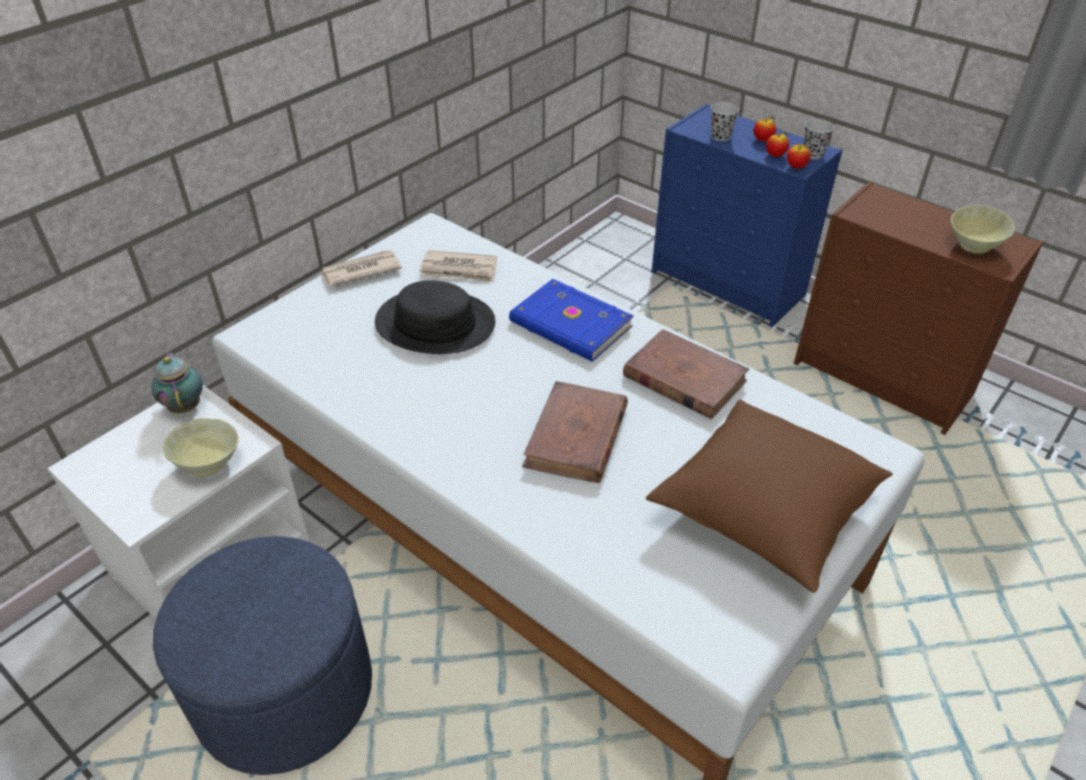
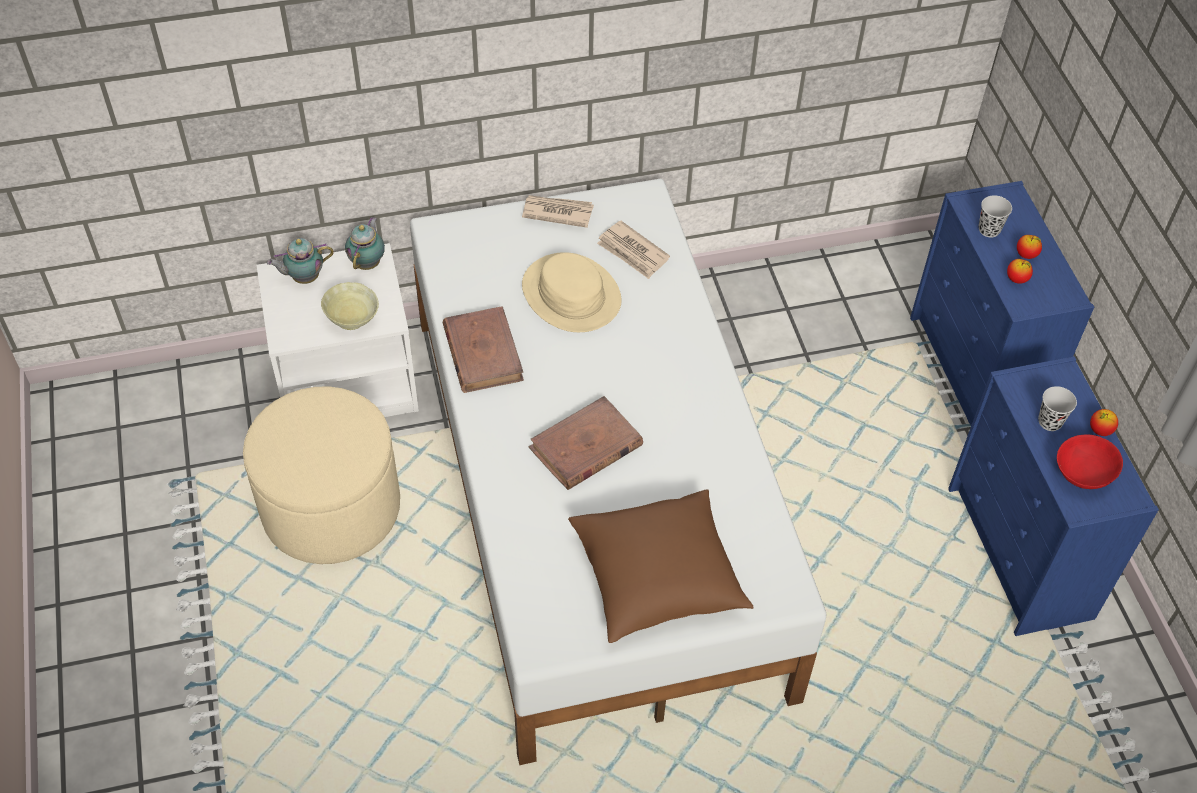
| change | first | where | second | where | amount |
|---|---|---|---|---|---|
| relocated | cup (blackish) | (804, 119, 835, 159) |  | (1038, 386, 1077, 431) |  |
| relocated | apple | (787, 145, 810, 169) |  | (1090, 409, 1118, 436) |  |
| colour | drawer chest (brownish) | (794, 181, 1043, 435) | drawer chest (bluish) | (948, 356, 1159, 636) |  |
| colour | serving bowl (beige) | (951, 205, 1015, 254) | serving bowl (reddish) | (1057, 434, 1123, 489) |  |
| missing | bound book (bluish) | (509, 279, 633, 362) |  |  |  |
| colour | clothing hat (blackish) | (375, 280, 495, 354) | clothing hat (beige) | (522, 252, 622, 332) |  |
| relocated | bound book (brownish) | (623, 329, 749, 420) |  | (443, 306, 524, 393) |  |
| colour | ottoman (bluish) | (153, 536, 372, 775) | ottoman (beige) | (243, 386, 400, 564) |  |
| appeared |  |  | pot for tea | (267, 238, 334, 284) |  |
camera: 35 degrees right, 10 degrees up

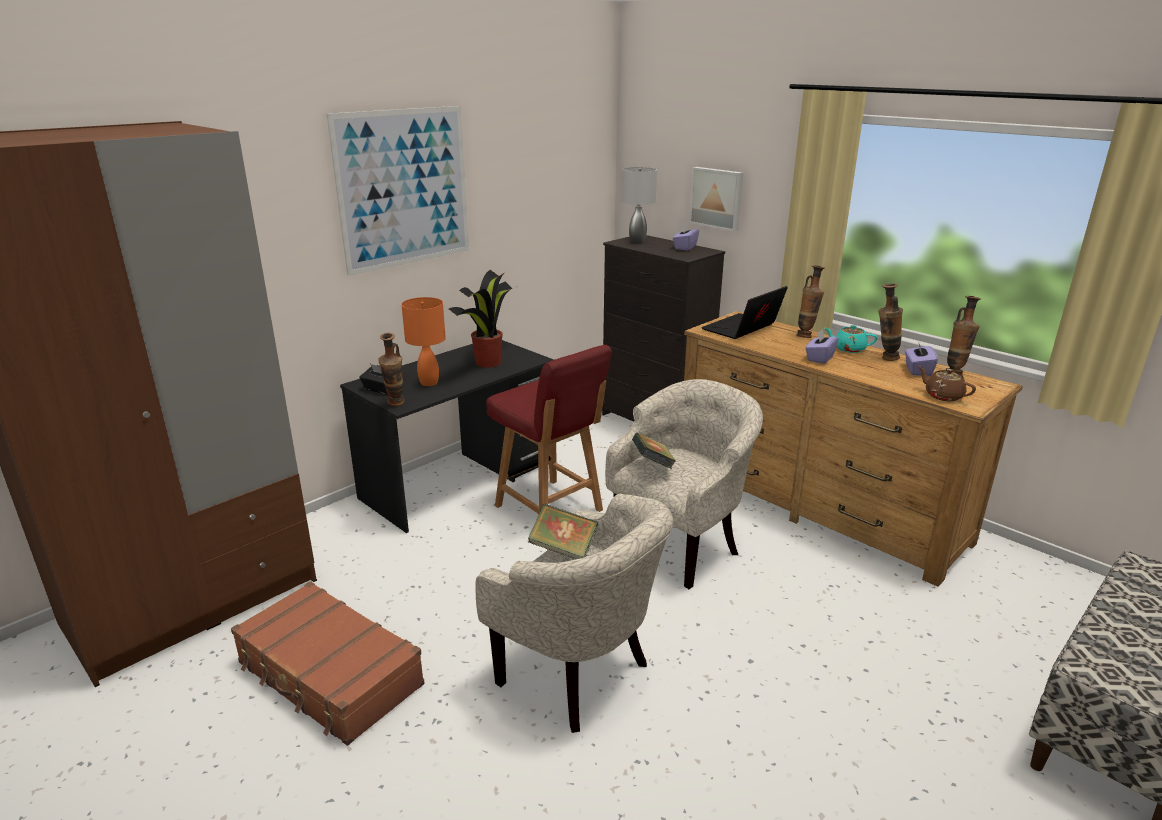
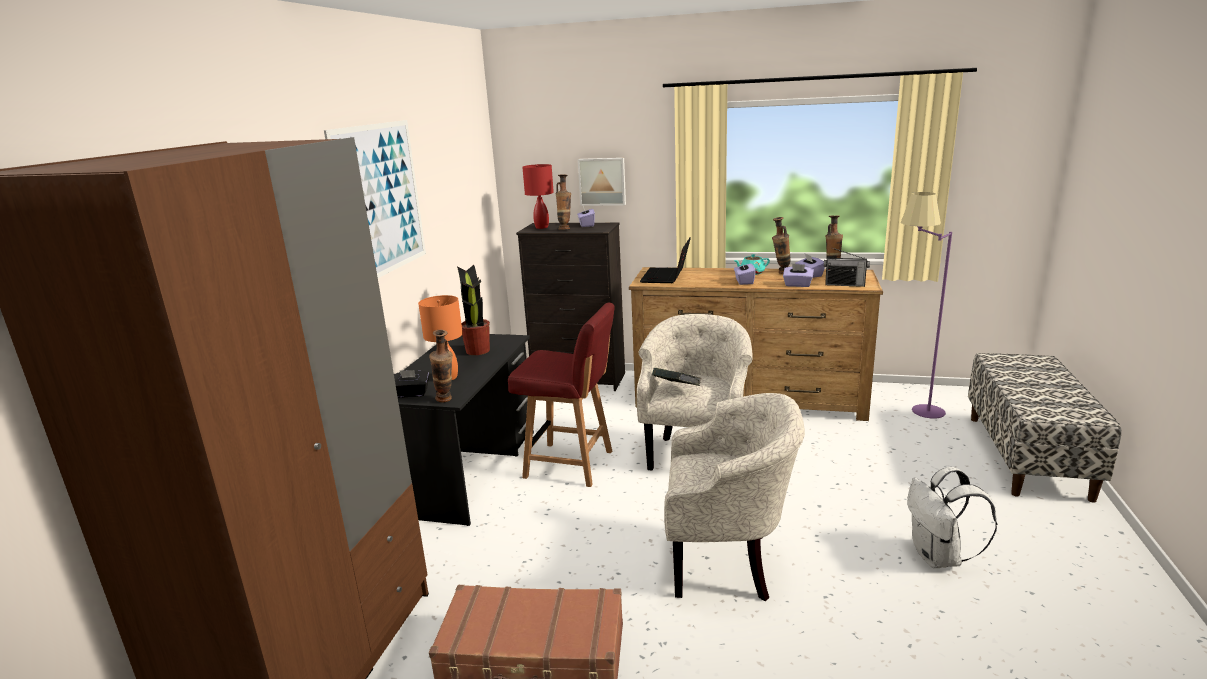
| change | first | where | second | where | amount |
|---|---|---|---|---|---|
| colour | lamp for a table (greyish) | (622, 167, 657, 243) | lamp for a table (reddish) | (522, 164, 554, 229) |  |
| relocated | flower vase | (796, 266, 825, 338) |  | (555, 174, 571, 230) |  |
| exchanged | pot for tea (brownish) | (918, 366, 976, 401) | radio receiver | (824, 248, 870, 287) |  |
| missing | bound book | (528, 504, 598, 559) |  |  |  |
| appeared |  |  | standard lamp (purple-coloured) | (901, 192, 952, 418) |  |
| appeared |  |  | tissue holder (purple-coloured) | (783, 264, 814, 287) |  |
| appeared |  |  | backpack (whitish) | (907, 467, 997, 568) |  |
camera: 30 degrees left, 5 degrees down

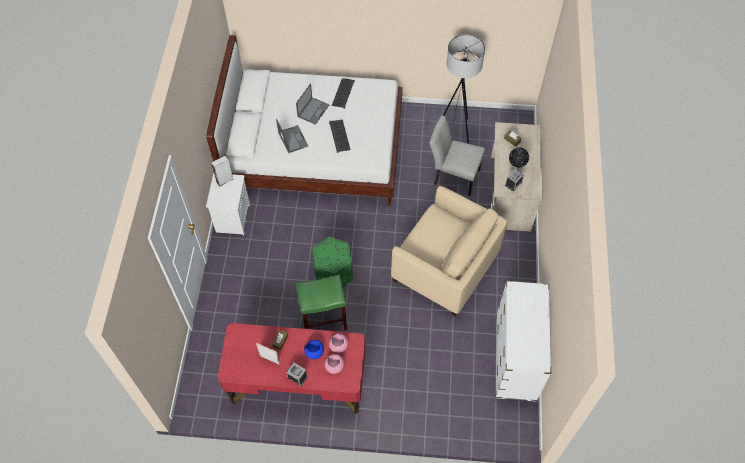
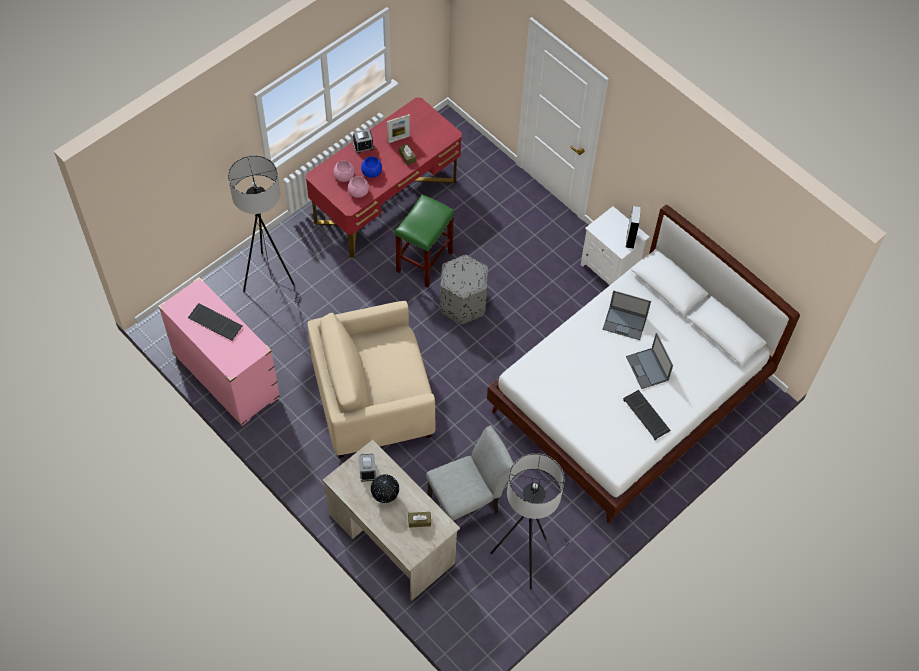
| change | first | where | second | where | amount |
|---|---|---|---|---|---|
| relocated | keyboard | (329, 120, 351, 153) |  | (188, 303, 243, 341) |  |
| colour | ottoman (green-coloured) | (312, 237, 353, 287) | ottoman (greyish) | (440, 255, 488, 324) |  |
| colour | drawer chest (whitish) | (496, 281, 551, 401) | drawer chest (pink-coloured) | (158, 277, 280, 426) |  |
| appeared |  |  | standard lamp (greyish) | (228, 155, 302, 303) |  |
camera: 130 degrees right, 0 degrees up

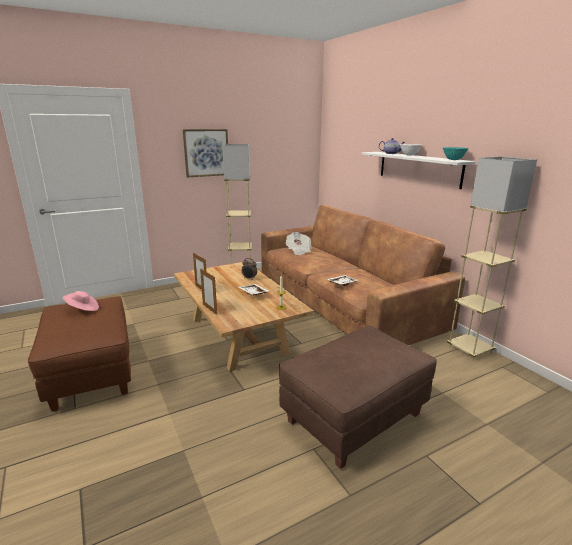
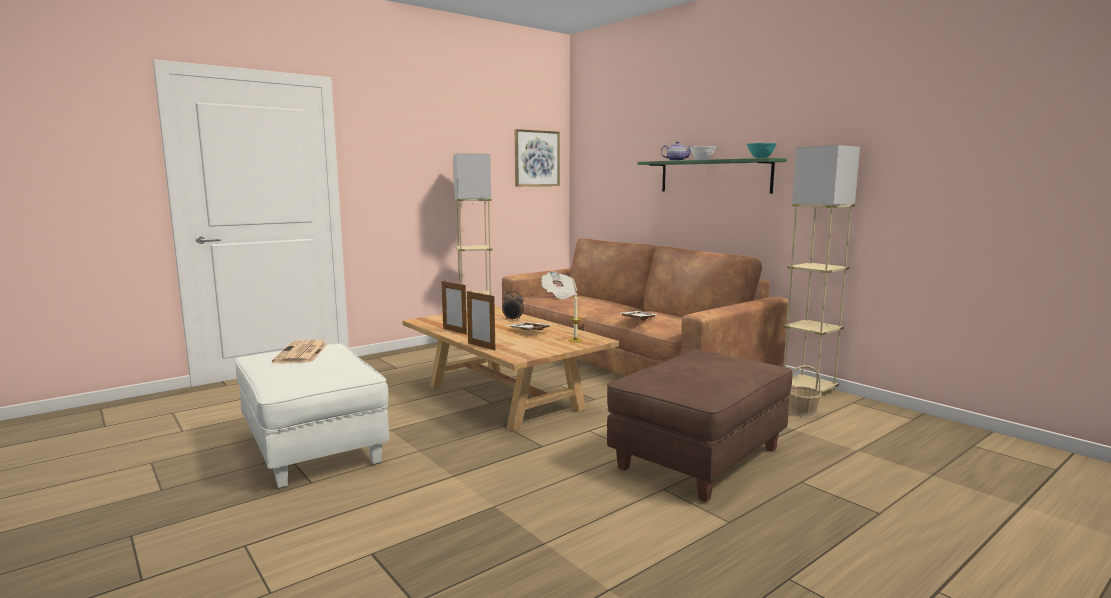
| change | first | where | second | where | amount |
|---|---|---|---|---|---|
| relocated | wall art | (183, 129, 228, 178) |  | (515, 129, 560, 186) |  |
| colour | shelf (whitish) | (362, 152, 475, 189) | shelf (green-coloured) | (638, 158, 787, 194) |  |
| exchanged | clothing hat (pink-coloured) | (62, 291, 99, 311) | daily paper | (272, 340, 328, 364) |  |
| colour | ottoman (brownish) | (28, 296, 131, 411) | ottoman (whitish) | (235, 344, 389, 488) |  |
| appeared |  |  | household basket | (788, 365, 822, 418) |  |
camera: 10 degrees left, 10 degrees down

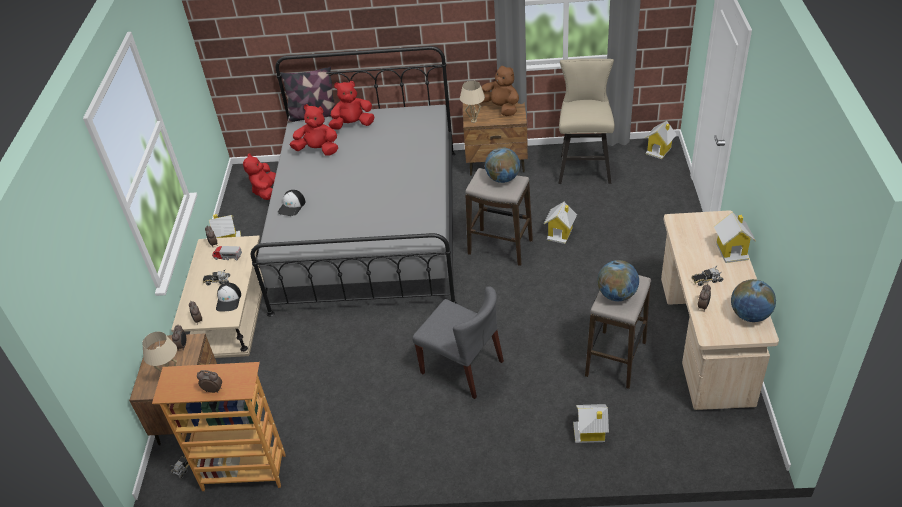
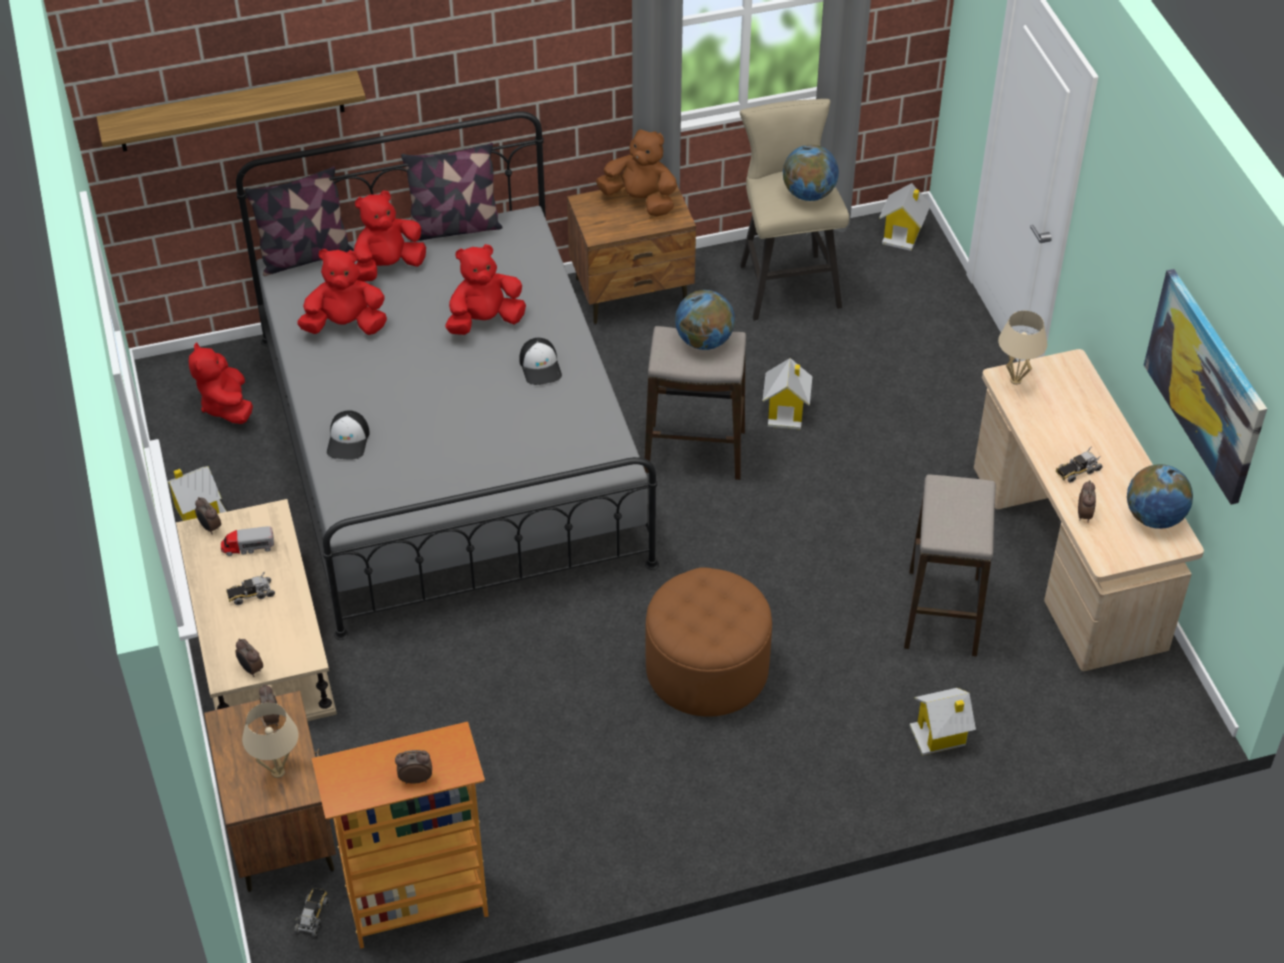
| change | first | where | second | where | amount |
|---|---|---|---|---|---|
| relocated | lamp for a table (beige) | (460, 81, 485, 123) |  | (998, 311, 1047, 385) |  |
| missing | toy house | (714, 212, 756, 263) |  |  |  |
| relocated | globe | (597, 260, 639, 301) |  | (783, 145, 839, 201) |  |
| relocated | cap | (216, 283, 241, 311) |  | (519, 338, 562, 385) |  |
| exchanged | plain chair (greyish) | (412, 286, 504, 399) | ottoman (brownish) | (646, 567, 772, 717) |  |
| appeared |  |  | shelf | (97, 70, 366, 152) |  |
| appeared |  |  | pillow | (401, 143, 503, 242) |  |
| appeared |  |  | cuddly toy (reddish) | (445, 244, 526, 335) |  |
| appeared |  |  | wall art | (1144, 269, 1267, 505) |  |
camera: 20 degrees left, 5 degrees up

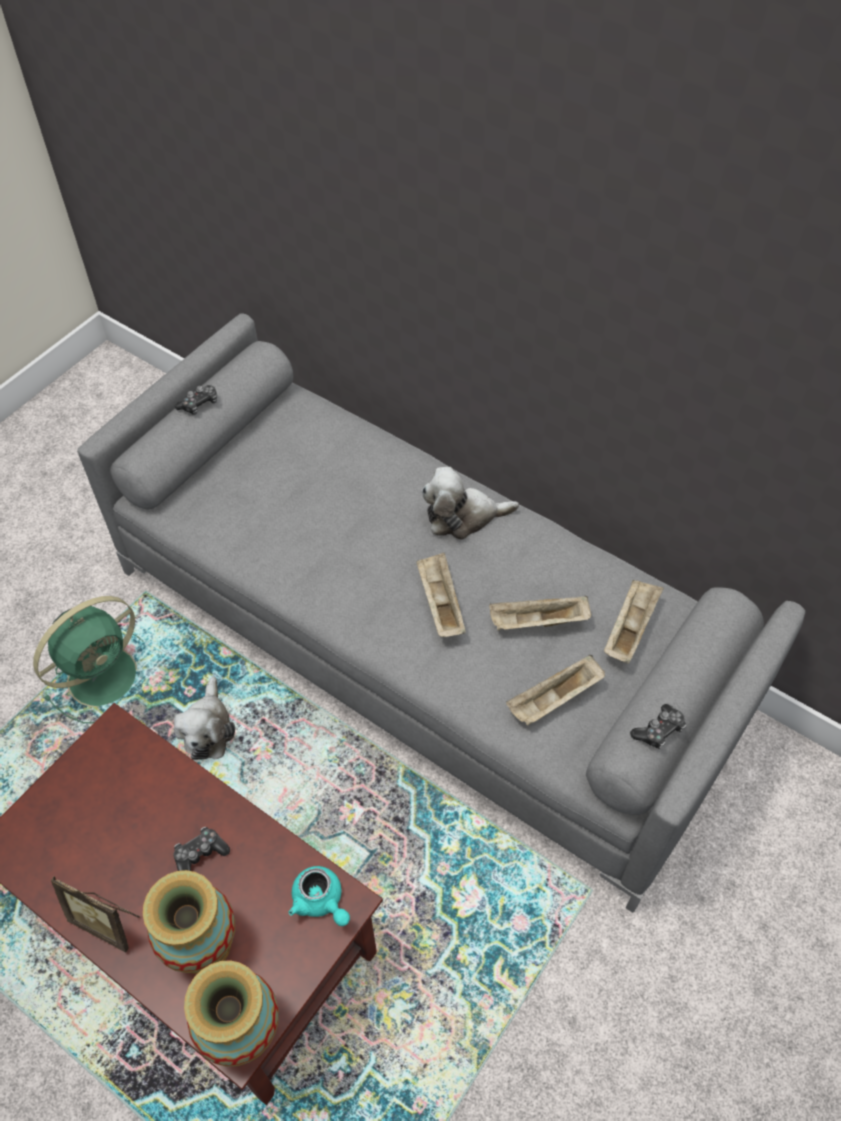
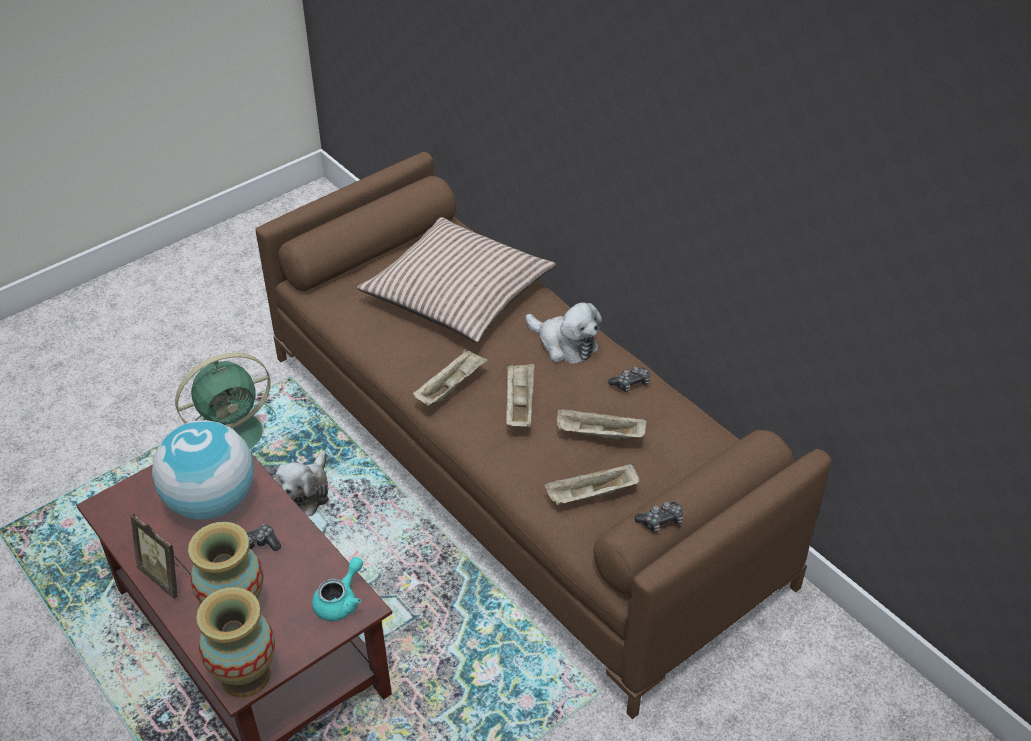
| change | first | where | second | where | amount |
|---|---|---|---|---|---|
| colour | couch (greyish) | (77, 313, 805, 913) | couch (brownish) | (256, 152, 831, 719) |  |
| relocated | game controller | (175, 385, 217, 415) |  | (608, 366, 650, 392) |  |
| spun | cuddly toy | (422, 467, 519, 540) |  | (526, 302, 602, 364) | 150 degrees counterclockwise |
| relocated | serving tray (beige) | (604, 579, 664, 664) |  | (413, 349, 488, 406) |  |
| spun | pot for tea (turquoise-coloured) | (289, 866, 350, 926) |  | (312, 557, 363, 621) | 120 degrees counterclockwise |
| appeared |  |  | pillow | (357, 217, 556, 343) |  |
| appeared |  |  | globe | (152, 420, 254, 520) |  |
camera: 15 degrees right, 10 degrees down

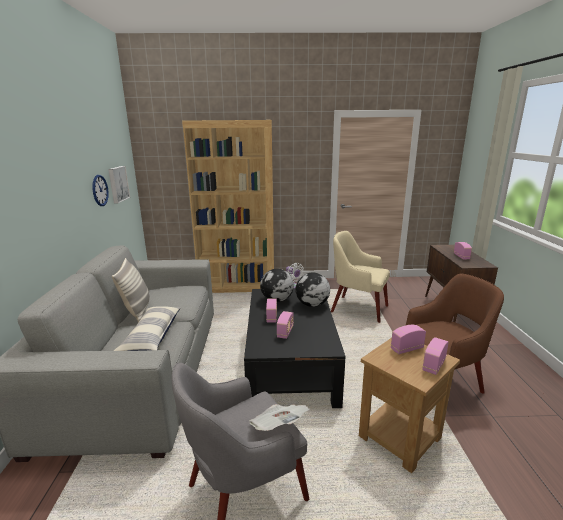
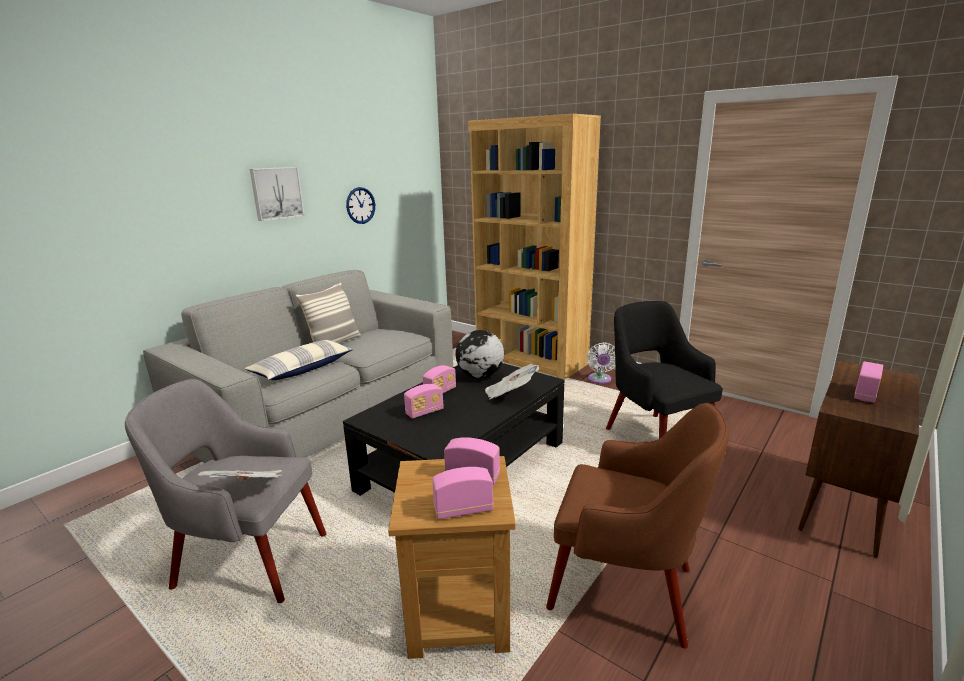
| change | first | where | second | where | amount |
|---|---|---|---|---|---|
| relocated | wall art | (108, 166, 130, 204) |  | (250, 167, 304, 221) |  |
| colour | easy chair (beige) | (331, 231, 390, 323) | easy chair (blackish) | (606, 301, 723, 439) |  |
| exchanged | globe | (295, 272, 330, 307) | daily paper | (485, 364, 539, 399) |  |
camera: 40 degrees right, 0 degrees up

